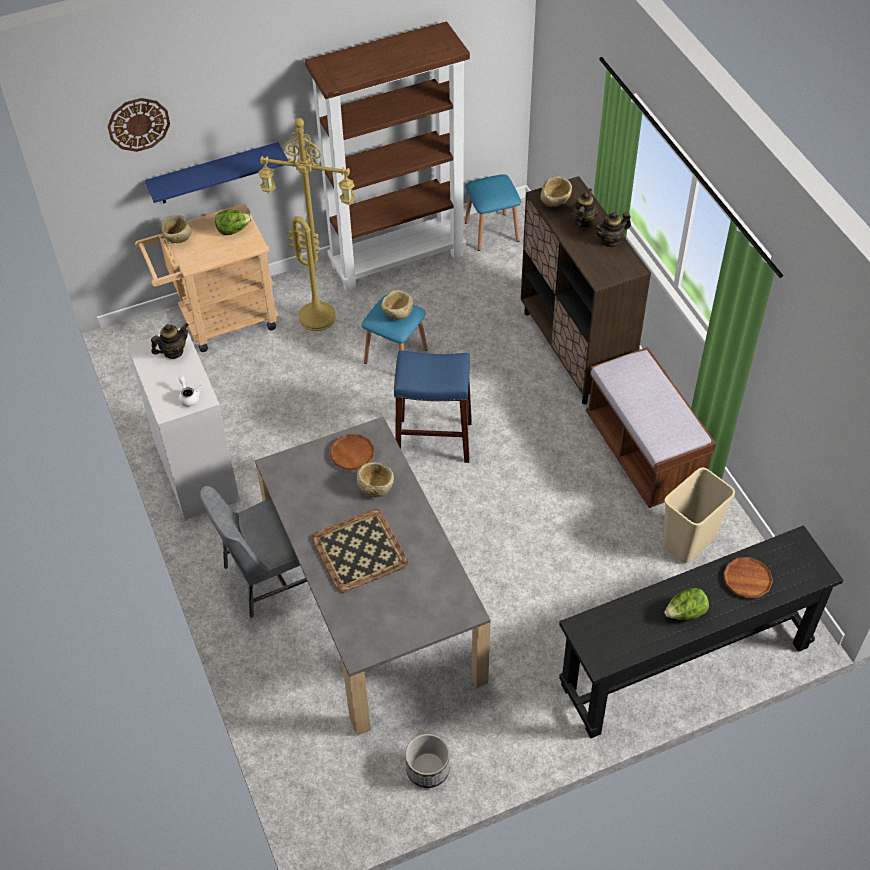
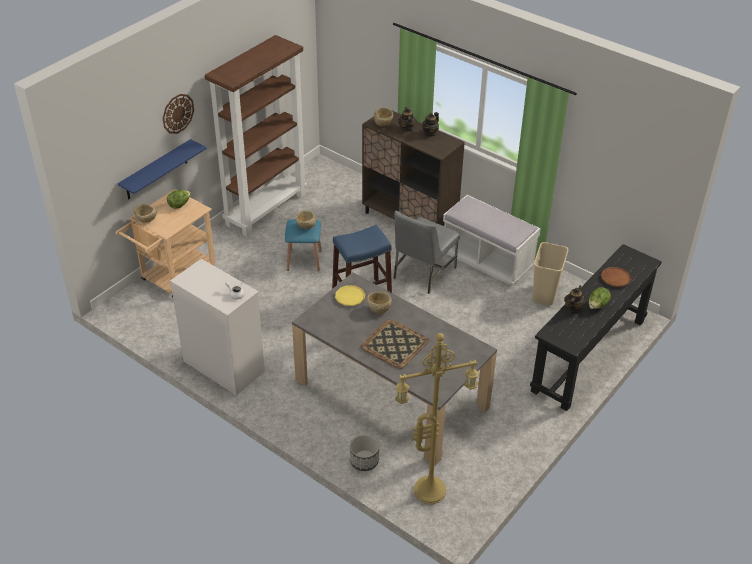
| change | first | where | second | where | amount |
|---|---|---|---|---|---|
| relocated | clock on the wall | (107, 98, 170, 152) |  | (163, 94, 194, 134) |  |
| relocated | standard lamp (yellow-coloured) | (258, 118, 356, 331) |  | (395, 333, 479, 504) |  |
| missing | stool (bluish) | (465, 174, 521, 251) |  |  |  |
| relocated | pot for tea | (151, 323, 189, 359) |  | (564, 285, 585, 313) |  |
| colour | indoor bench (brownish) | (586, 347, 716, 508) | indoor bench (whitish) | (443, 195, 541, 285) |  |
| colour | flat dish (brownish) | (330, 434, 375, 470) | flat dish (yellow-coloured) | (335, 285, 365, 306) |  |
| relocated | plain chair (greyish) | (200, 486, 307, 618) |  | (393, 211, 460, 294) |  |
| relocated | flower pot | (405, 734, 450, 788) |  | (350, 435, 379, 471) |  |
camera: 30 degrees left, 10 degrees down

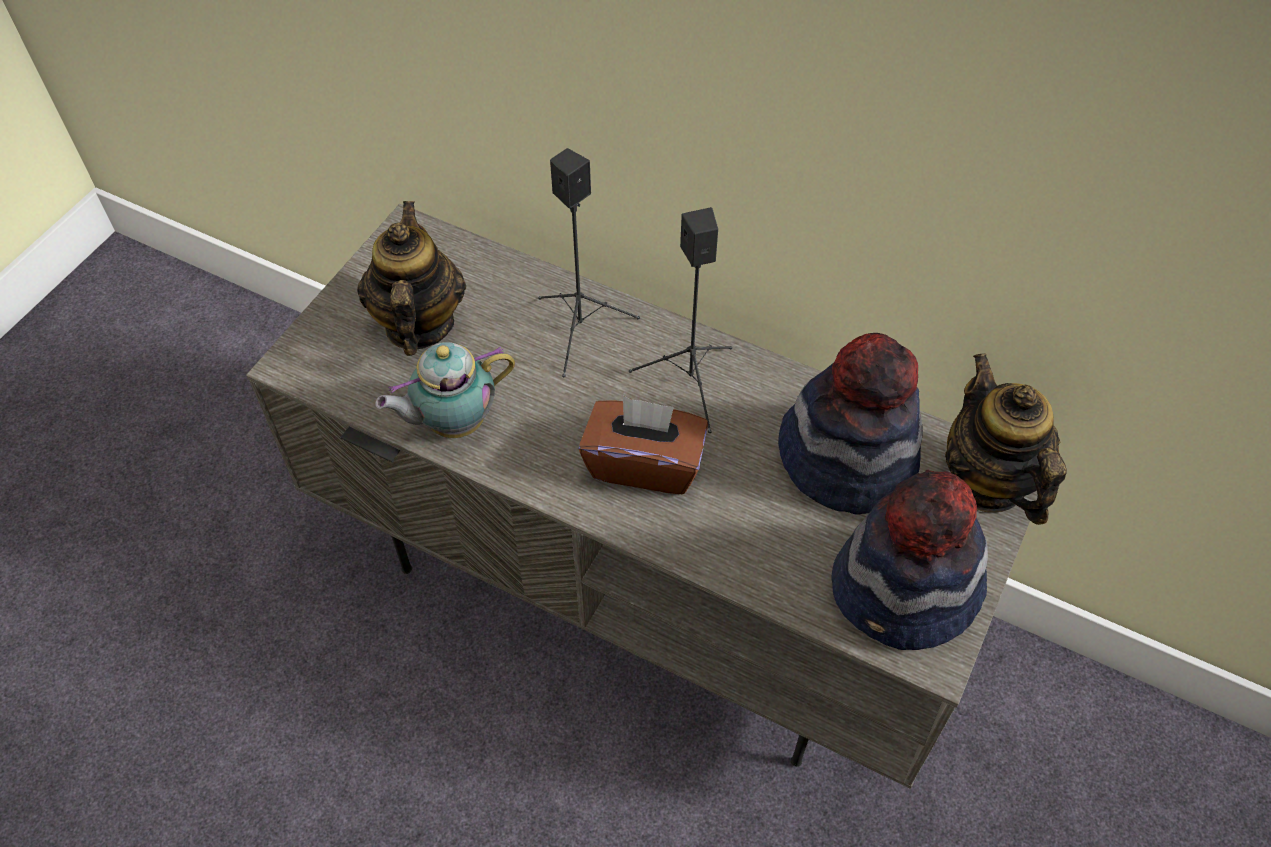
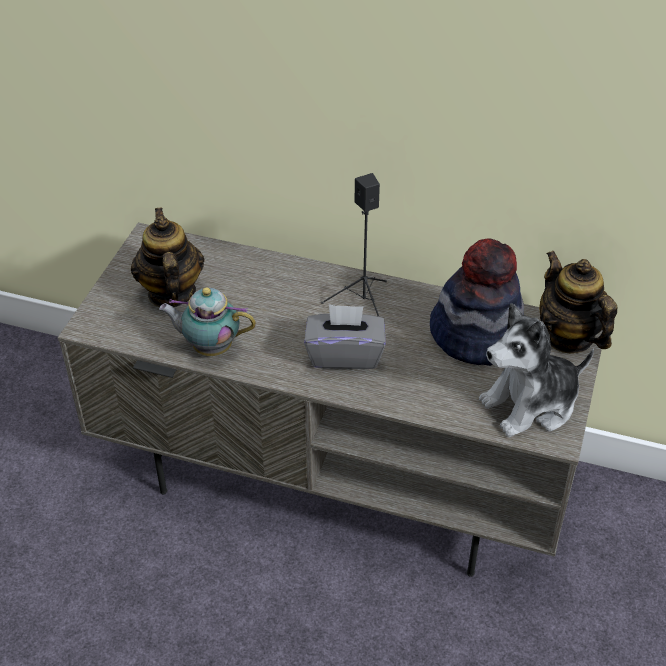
| change | first | where | second | where | amount |
|---|---|---|---|---|---|
| missing | loudspeaker (blackish) | (538, 148, 640, 378) |  |  |  |
| spun | pot for tea | (375, 342, 515, 438) |  | (159, 287, 256, 356) | 45 degrees clockwise |
| colour | tissue holder (brownish) | (579, 396, 708, 494) | tissue holder (greyish) | (304, 304, 386, 369) |  |
| exchanged | clothing hat | (831, 470, 988, 650) | cuddly toy | (479, 303, 594, 437) |  |
camera: 10 degrees left, 10 degrees down

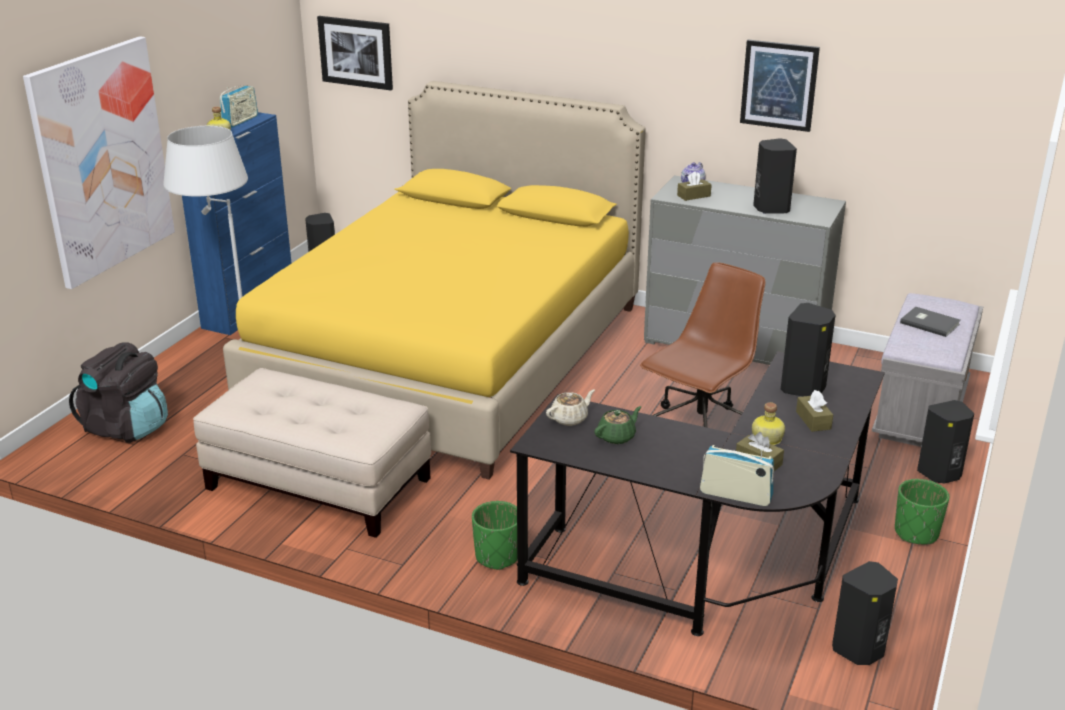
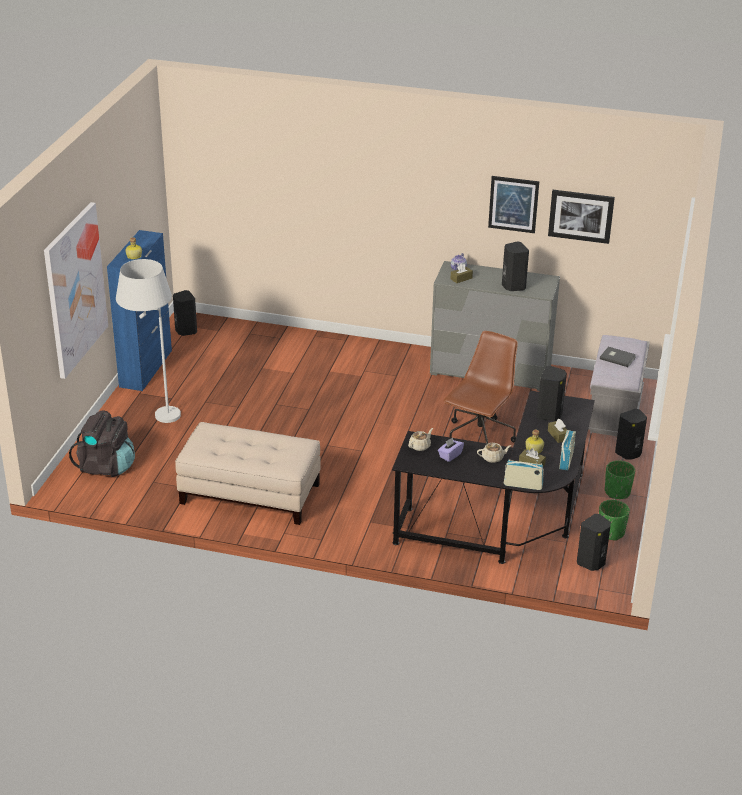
| change | first | where | second | where | amount |
|---|---|---|---|---|---|
| relocated | wall art | (317, 16, 393, 91) |  | (548, 190, 615, 244) |  |
| missing | bedroom bed (yellow-coloured) | (223, 81, 646, 479) |  |  |  |
| relocated | radio receiver | (220, 85, 258, 128) |  | (559, 430, 576, 471) |  |
| exchanged | pot for tea (green-coloured) | (594, 406, 641, 444) | tissue holder (purple-coloured) | (438, 437, 464, 462) |  |
| relocated | flower pot (green-coloured) | (472, 501, 517, 570) |  | (599, 500, 630, 541) |  |
| appeared |  |  | pot for tea (beige) | (477, 443, 512, 463) |  |
camera: 10 degrees left, 5 degrees up

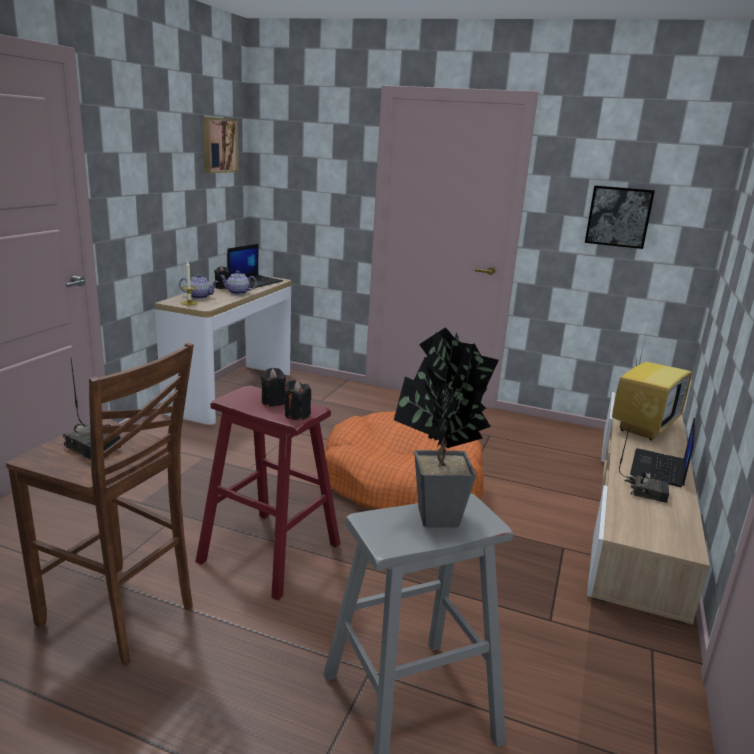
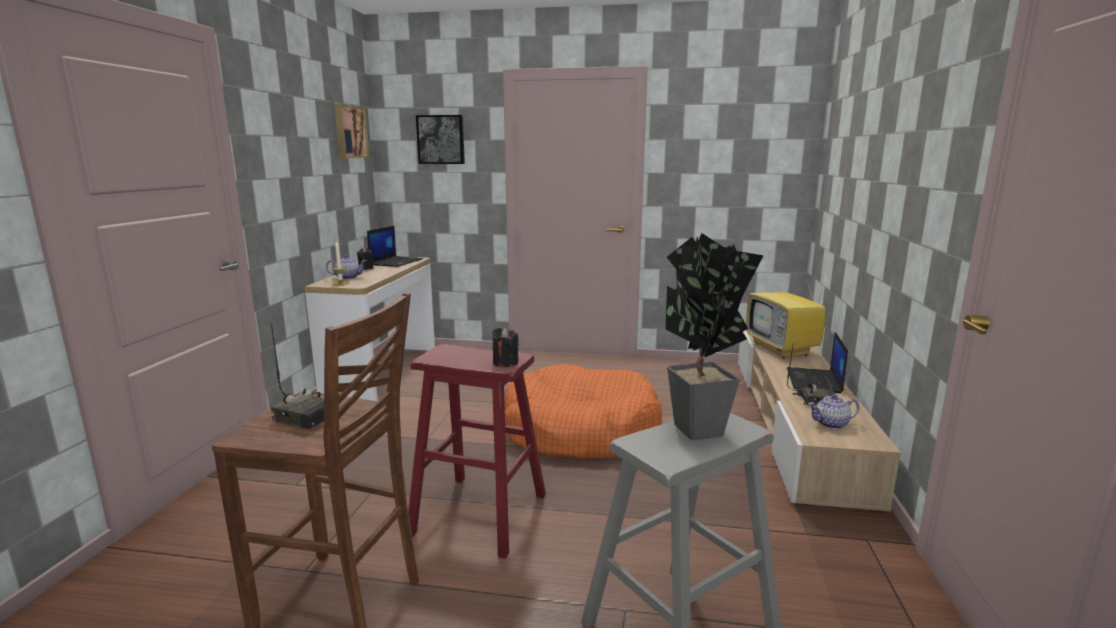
| change | first | where | second | where | amount |
|---|---|---|---|---|---|
| relocated | wall art | (585, 185, 655, 249) |  | (416, 115, 465, 164) |  |
| relocated | pot for tea | (219, 271, 257, 295) |  | (808, 394, 859, 429) |  |
| spun | TV | (612, 326, 692, 441) |  | (746, 269, 826, 358) | 135 degrees clockwise |
| missing | wax candle (blackish) | (261, 368, 286, 406) |  |  |  |
camera: 10 degrees left, 5 degrees down

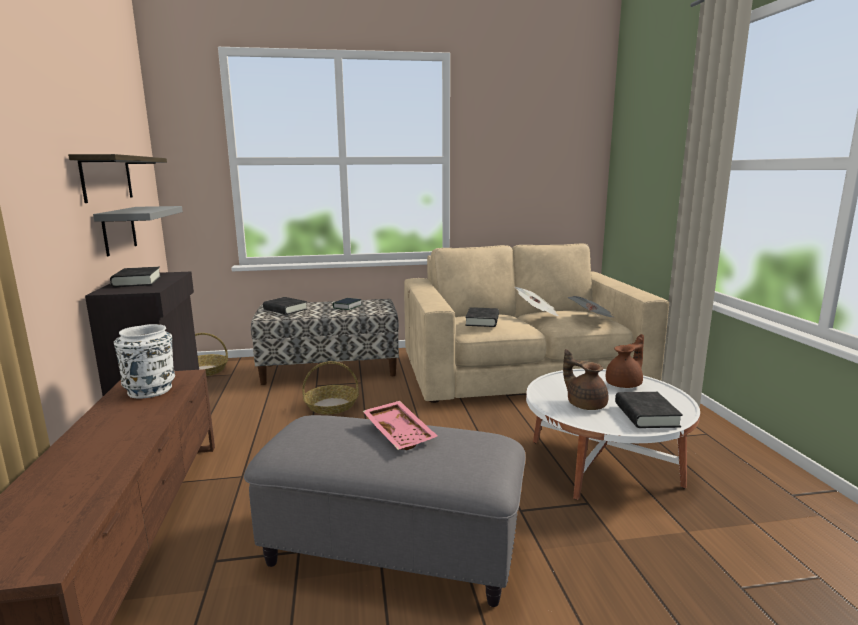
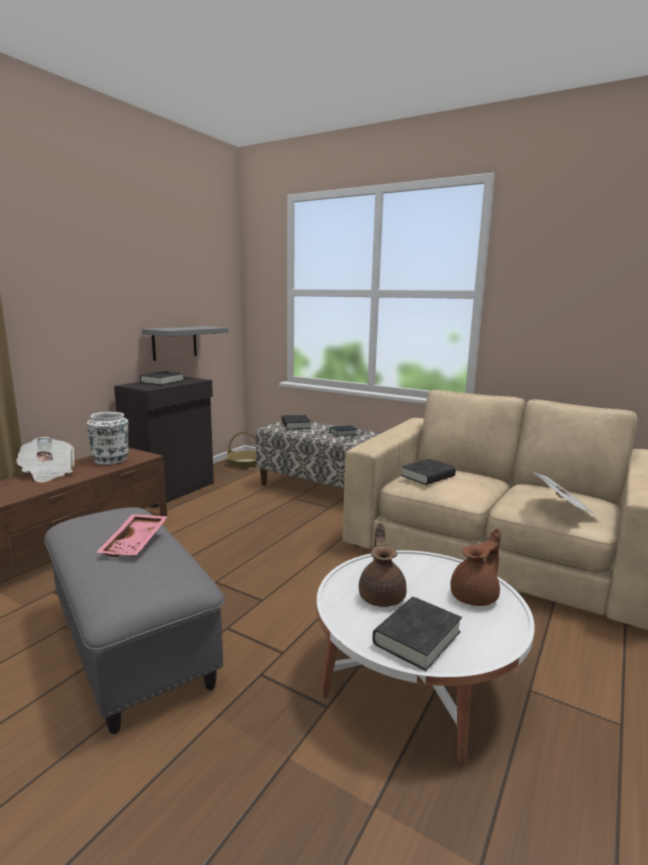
| change | first | where | second | where | amount |
|---|---|---|---|---|---|
| missing | shelf | (68, 154, 167, 203) |  |  |  |
| relocated | daily paper | (515, 287, 558, 316) |  | (16, 437, 74, 482) |  |
| spun | pot for tea (brownish) | (606, 334, 644, 388) |  | (450, 528, 501, 606) | 45 degrees counterclockwise |
| missing | household basket | (302, 361, 359, 414) |  |  |  |
camera: 40 degrees right, 0 degrees up

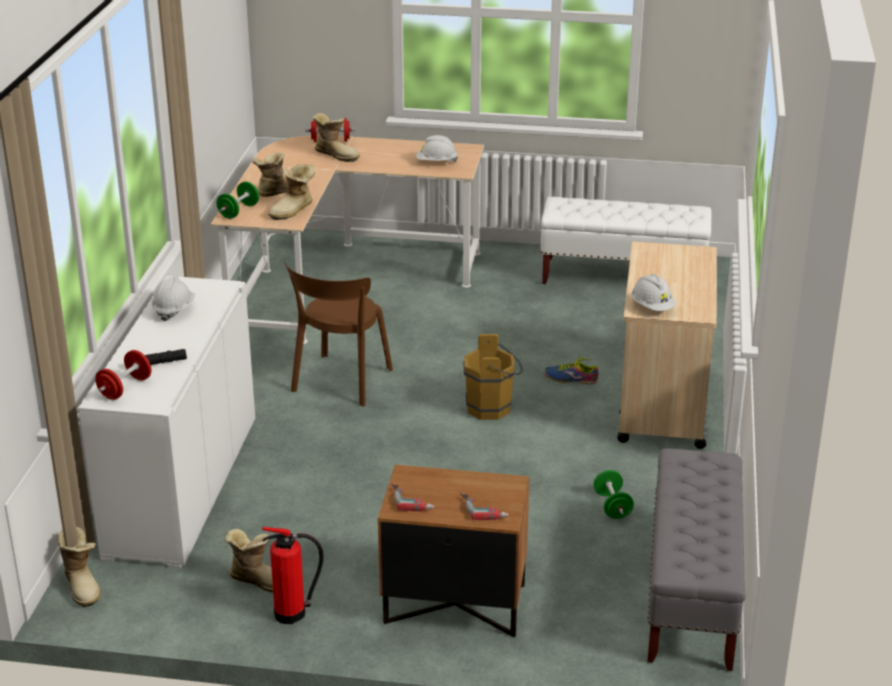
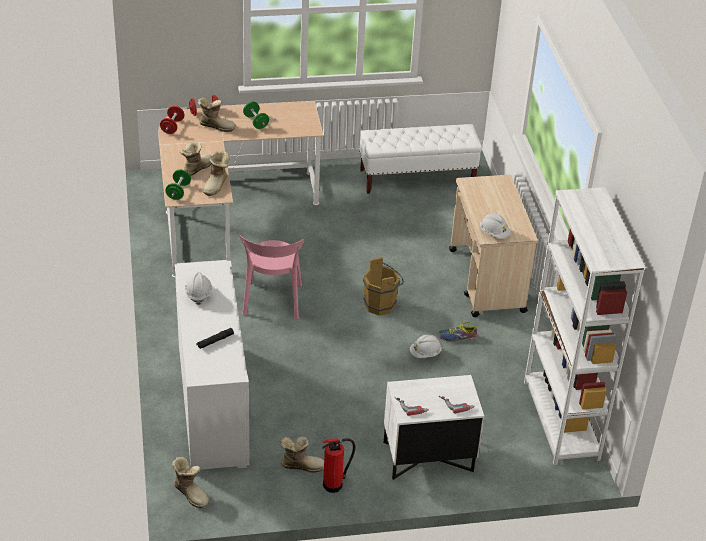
| change | first | where | second | where | amount |
|---|---|---|---|---|---|
| relocated | hard hat (whitish) | (416, 135, 458, 162) |  | (410, 335, 442, 358) |  |
| colour | plain chair (brownish) | (284, 263, 393, 407) | plain chair (pink-coloured) | (239, 235, 304, 319) |  |
| relocated | dumbbell (reddish) | (95, 350, 151, 400) |  | (160, 106, 184, 134) |  |
| relocated | shoe | (543, 357, 598, 384) |  | (438, 320, 477, 342) |  |
| exchanged | indoor bench (greyish) | (647, 448, 746, 671) | shelving unit (whitish) | (524, 187, 645, 465) |  |
| colour | bedside table (brownish) | (378, 465, 529, 637) | bedside table (whitish) | (384, 375, 484, 480) |  |
| relocated | dumbbell (green-coloured) | (594, 470, 634, 519) |  | (243, 102, 269, 129) |  |
camera: 20 degrees left, 10 degrees up

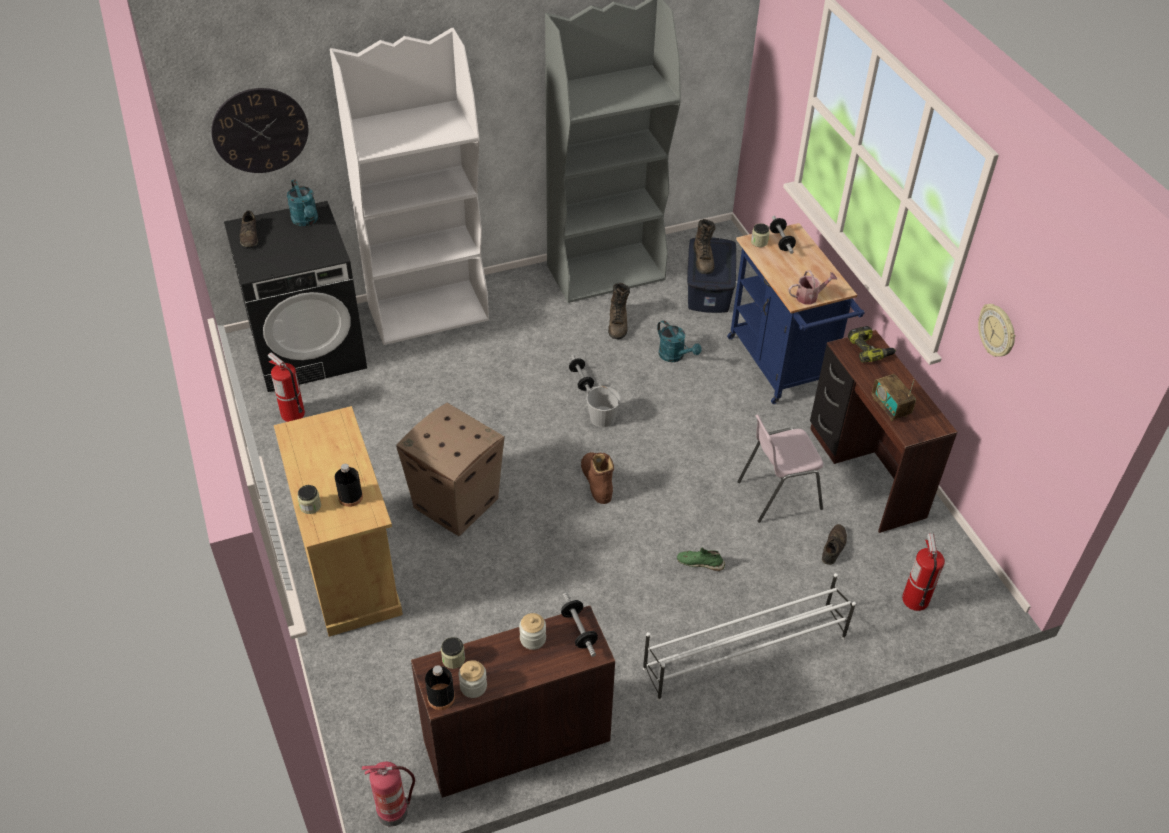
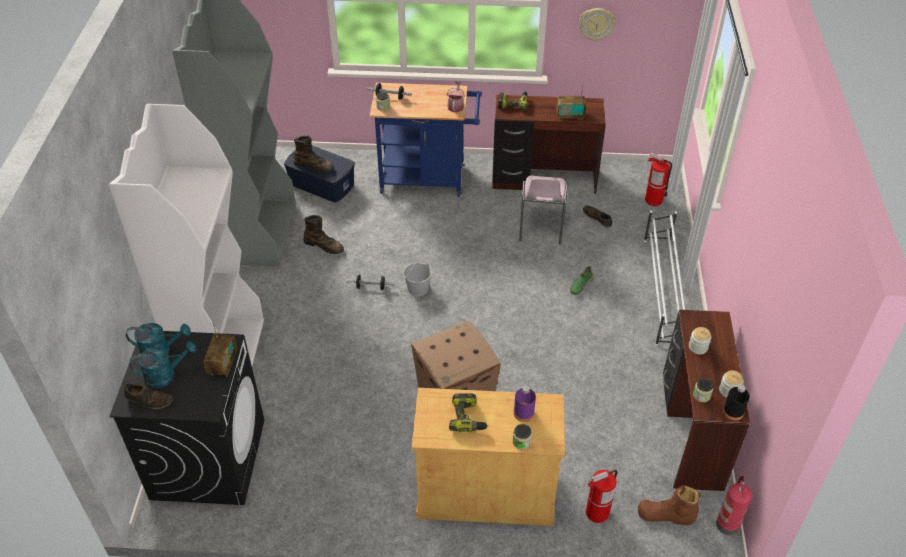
| change | first | where | second | where | amount |
|---|---|---|---|---|---|
| missing | clock on the wall | (211, 88, 308, 173) |  |  |  |
| relocated | watering can (turquoise-coloured) | (657, 320, 701, 362) |  | (130, 341, 196, 388) |  |
| relocated | fire-fighting cylinder | (268, 352, 305, 422) |  | (586, 470, 617, 523) |  |
| relocated | boot (brownish) | (581, 452, 614, 504) |  | (638, 485, 701, 525) |  |
| colour | bottle (blackish) | (335, 464, 363, 507) | bottle (purple-coloured) | (513, 386, 536, 422) |  |
| missing | dumbbell | (561, 593, 598, 657) |  |  |  |
| appeared |  |  | radio receiver | (204, 322, 237, 377) |  |
| appeared |  |  | electric drill | (449, 393, 488, 432) |  |
camera: 65 degrees left, 0 degrees up

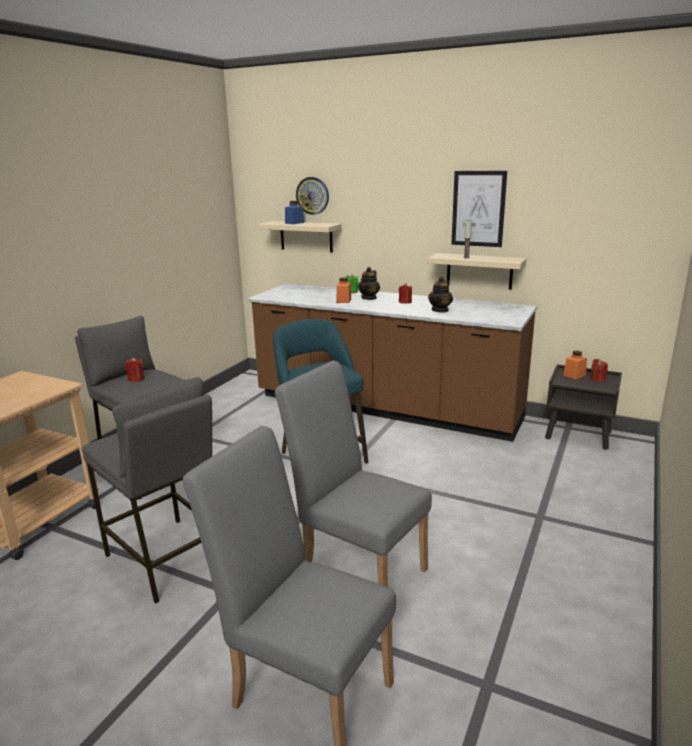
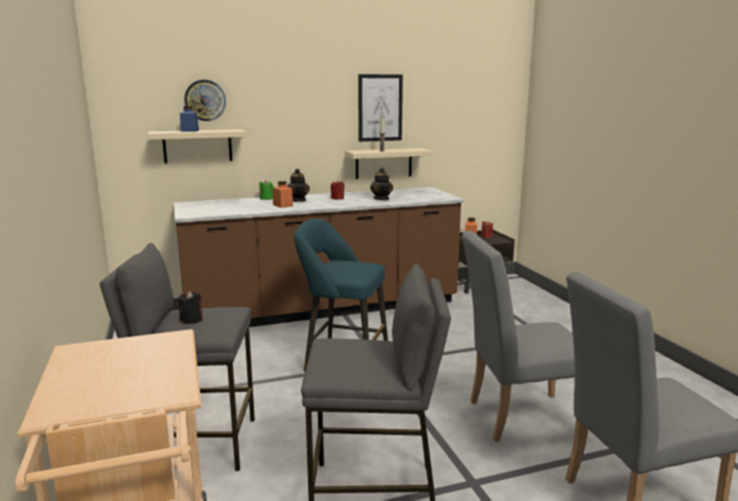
| change | first | where | second | where | amount |
|---|---|---|---|---|---|
| colour | wax candle (reddish) | (125, 357, 145, 382) | wax candle (blackish) | (178, 291, 202, 324) |  |
camera: 45 degrees left, 5 degrees down

